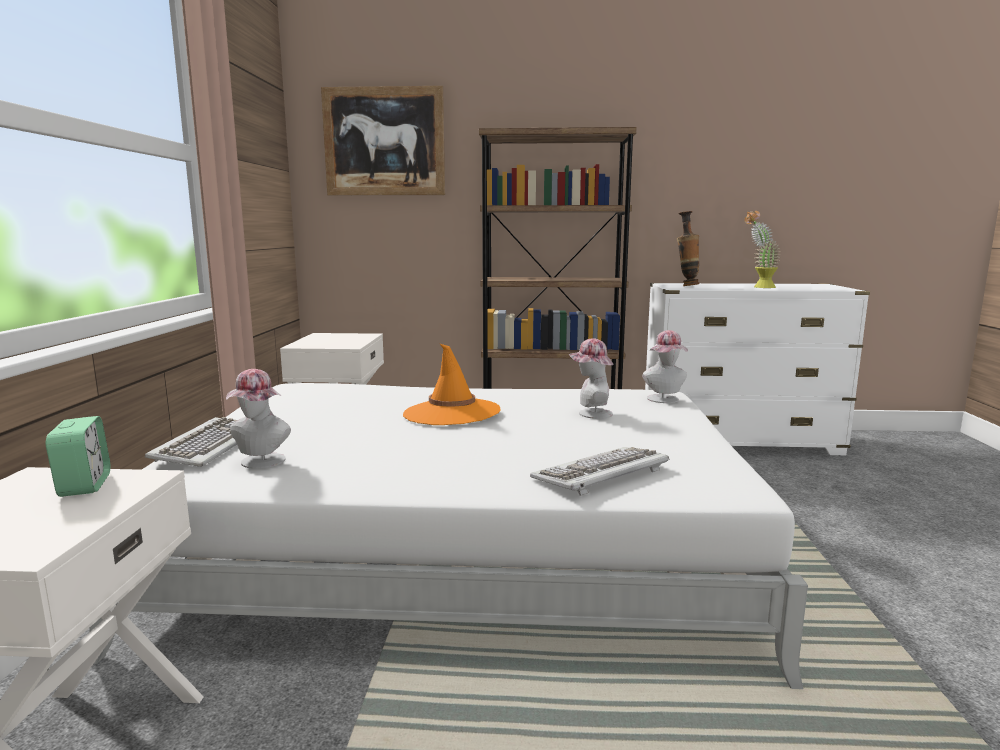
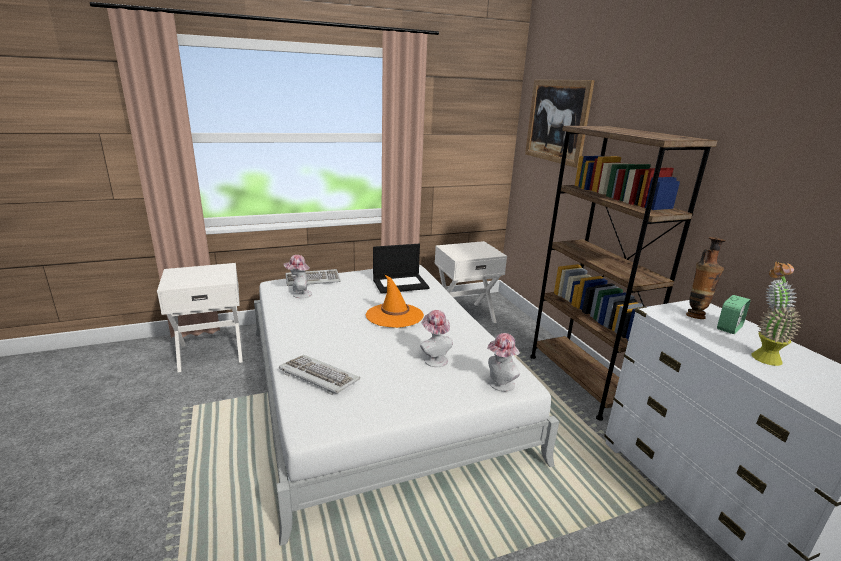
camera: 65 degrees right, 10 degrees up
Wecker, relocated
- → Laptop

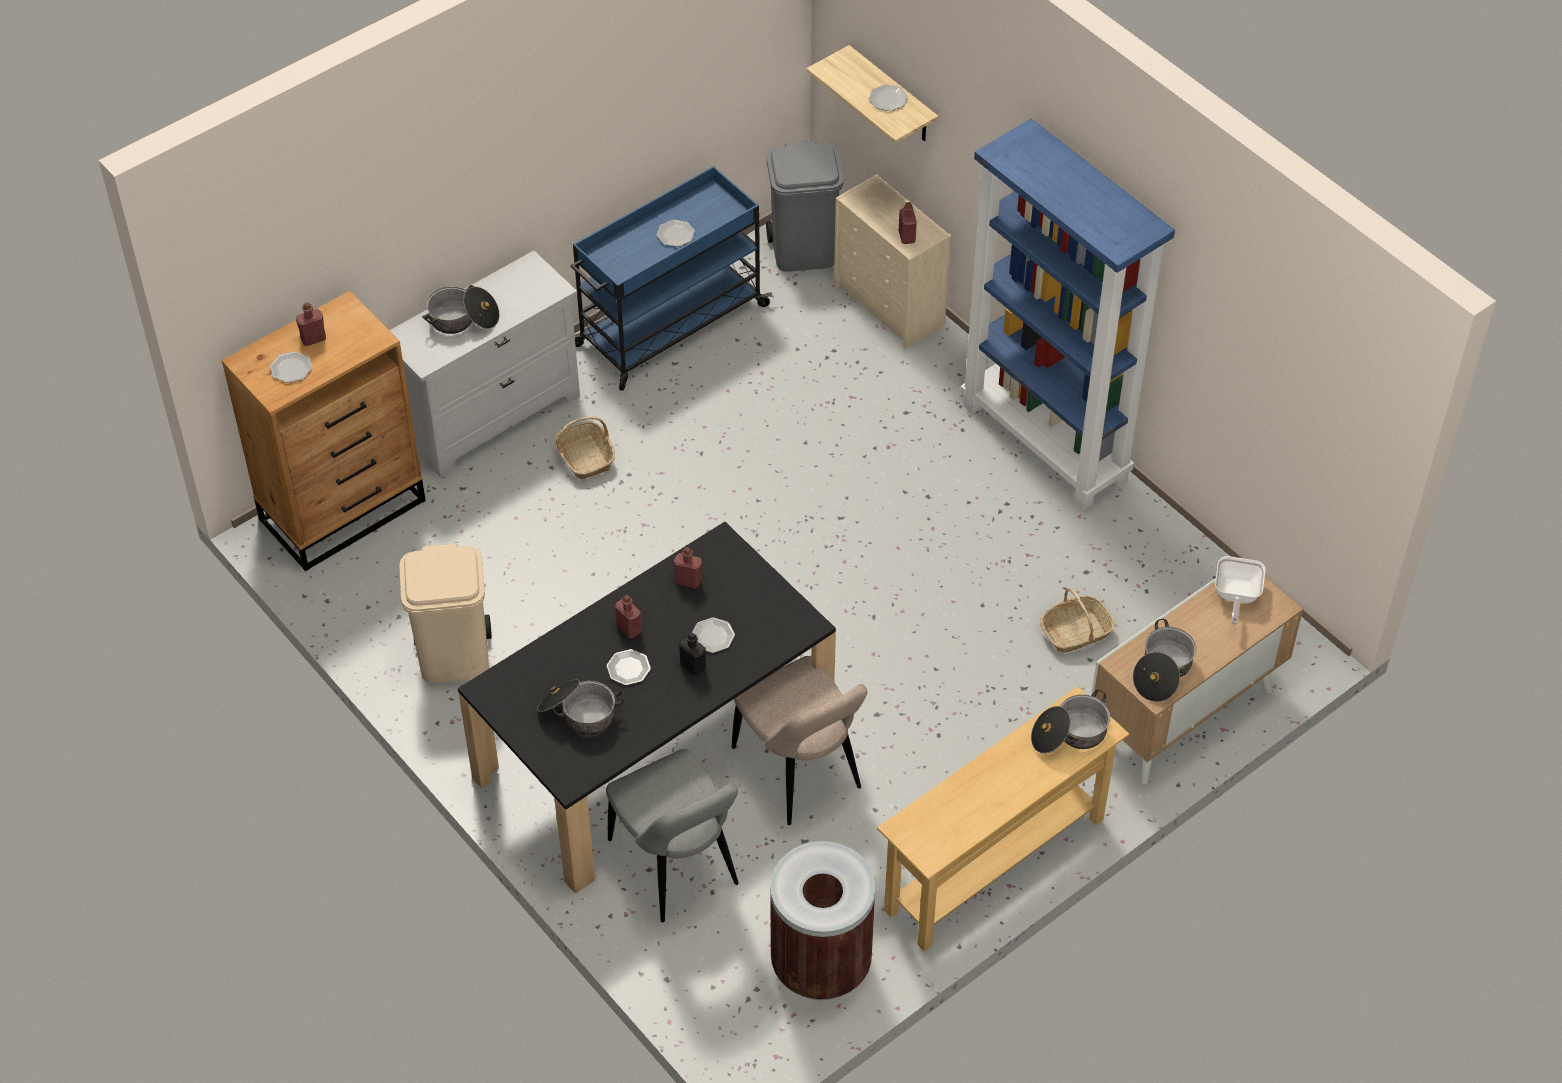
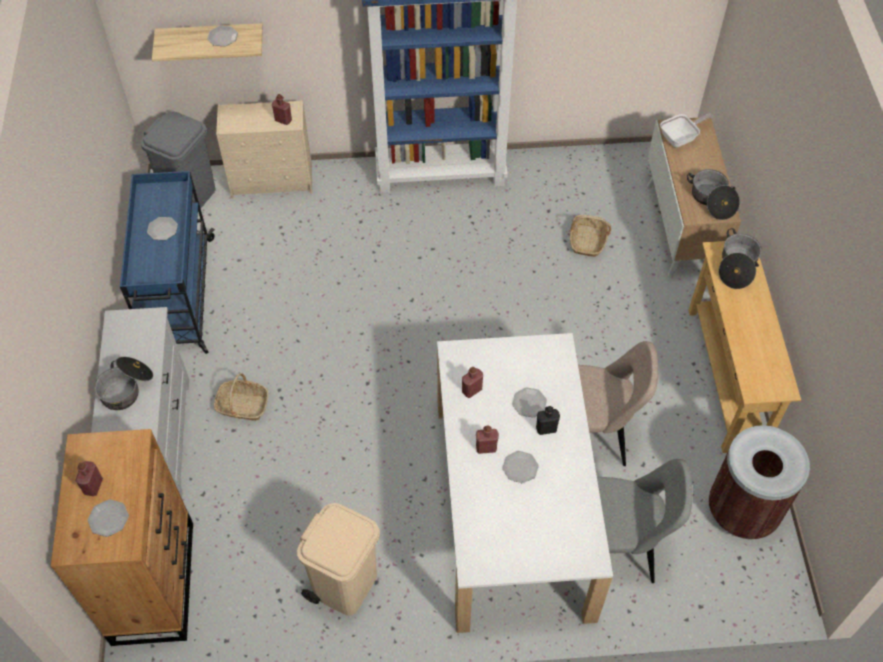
camera: 55 degrees left, 5 degrees up
Esstisch [schwarz] → Esstisch [weiß]
Pfanne, 75 degrees counterclockwise
Kochtopf (no. 2 from left) → -

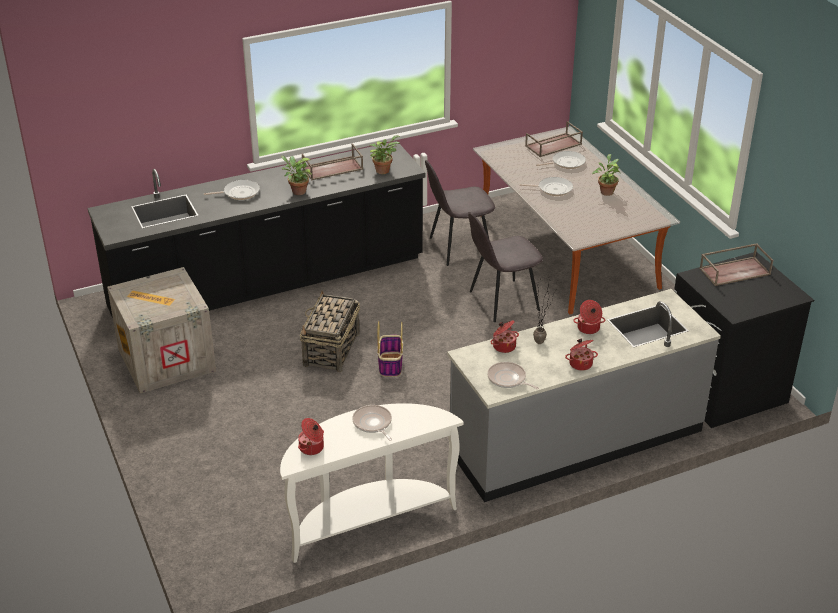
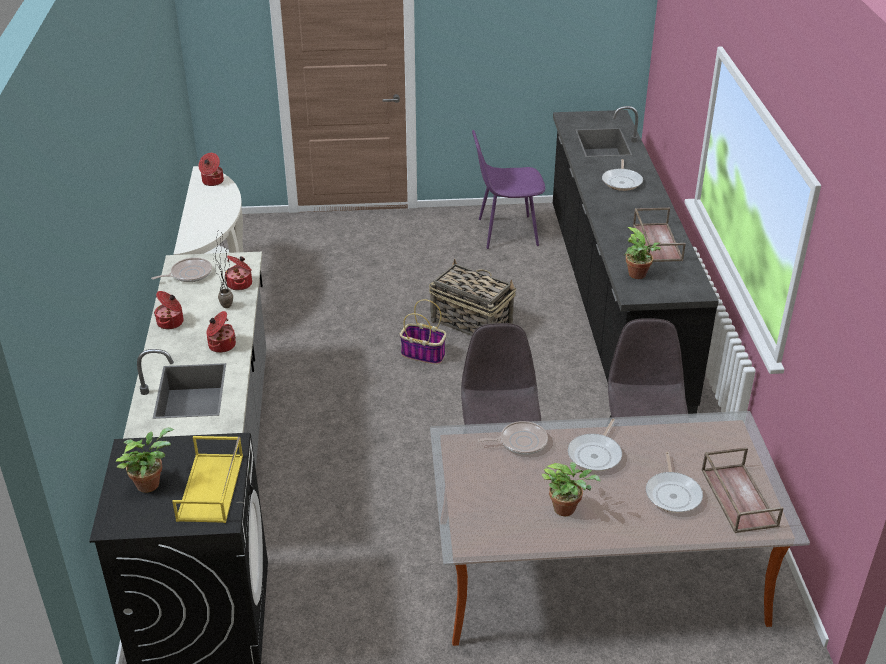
camera: 110 degrees right, 0 degrees up
Topfpflanze (no. 1 from left), relocated
Tablett [braun] (no. 3 from left) → Tablett [gelb]
Kiste → Stuhl [lila]
Pfanne (no. 2 from left), relocated

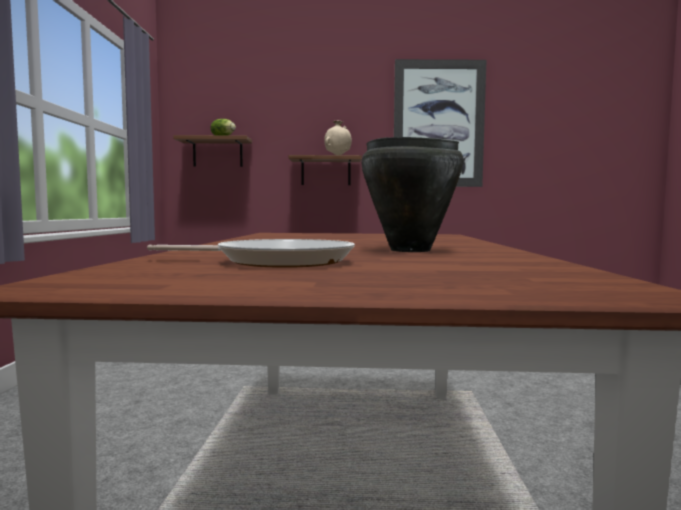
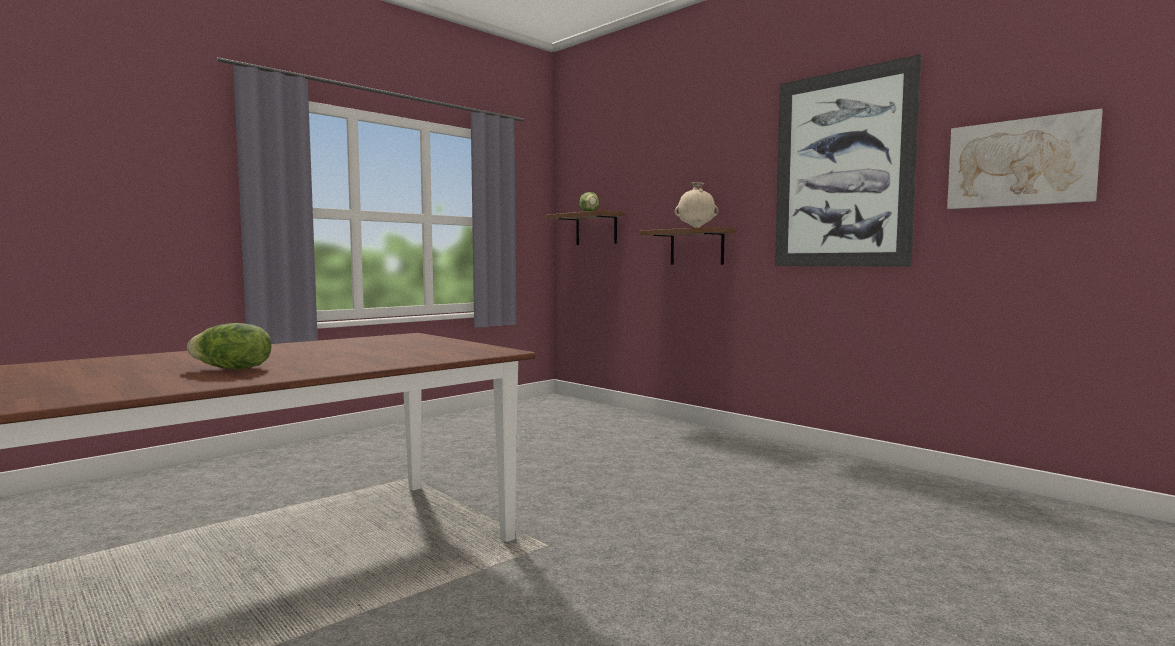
camera: 45 degrees right, 0 degrees up
Kochtopf [schwarz] → Salatkopf (no. 1 from left)
Pfanne → -
- → Bild (no. 2 from left)

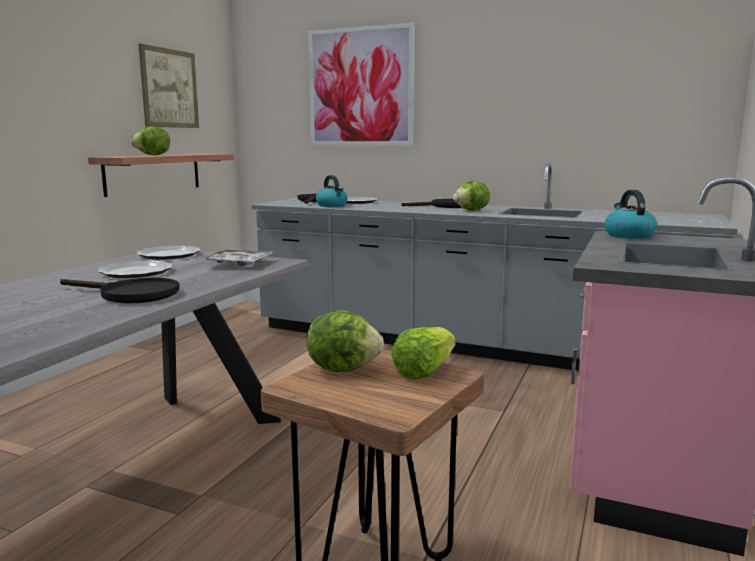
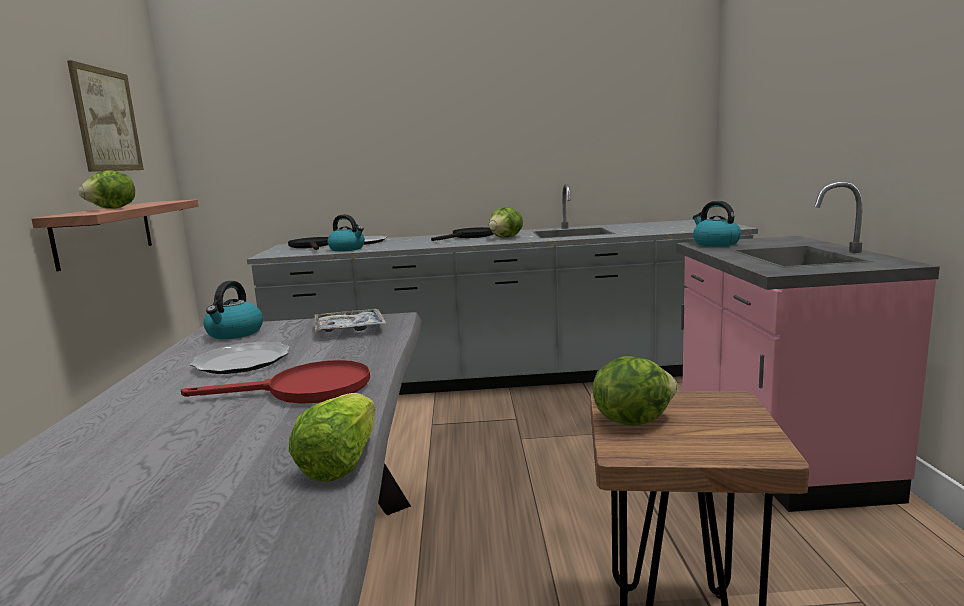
camera: 25 degrees left, 0 degrees up
Bild (no. 2 from left) → -
Teller (no. 2 from left) → Wasserkessel (no. 1 from left)
Pfanne [schwarz] (no. 1 from left) → Pfanne [rot]
Salatkopf (no. 3 from left in the first image) → Salatkopf (no. 2 from left), relocated

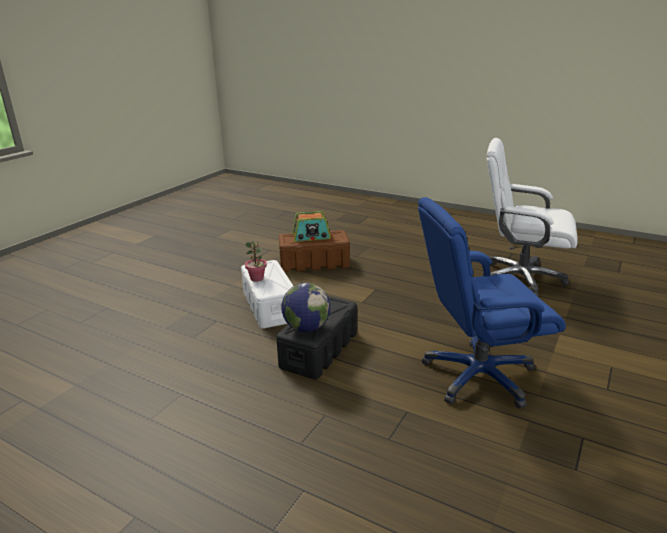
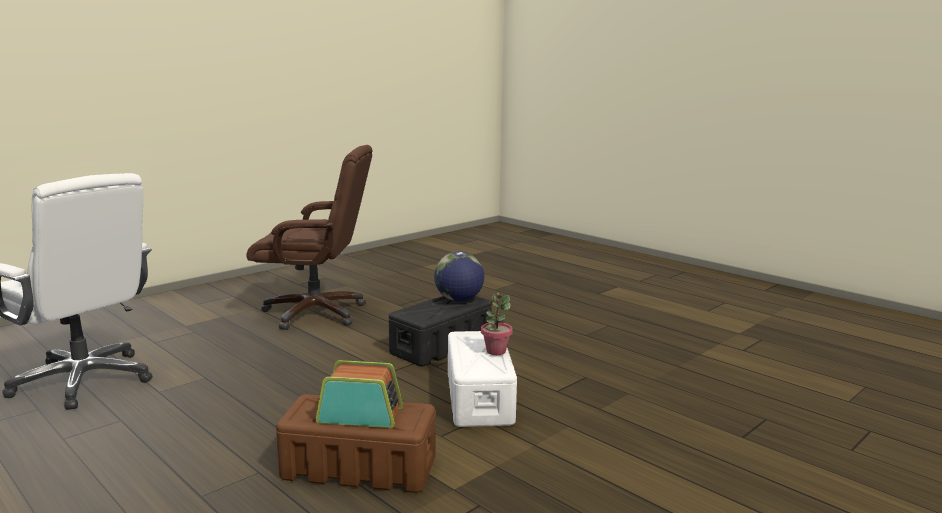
camera: 165 degrees left, 10 degrees down
Bürostuhl [blau] → Bürostuhl [braun]

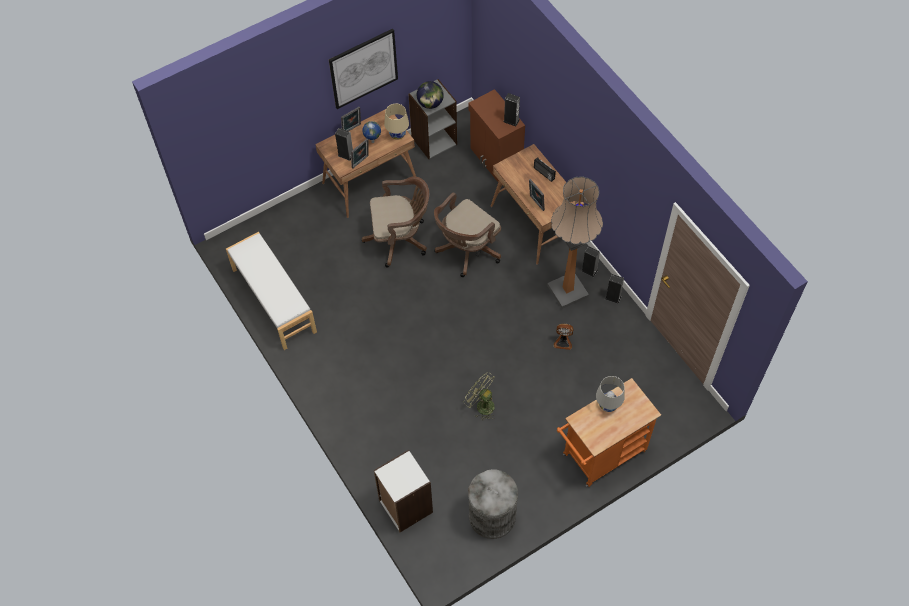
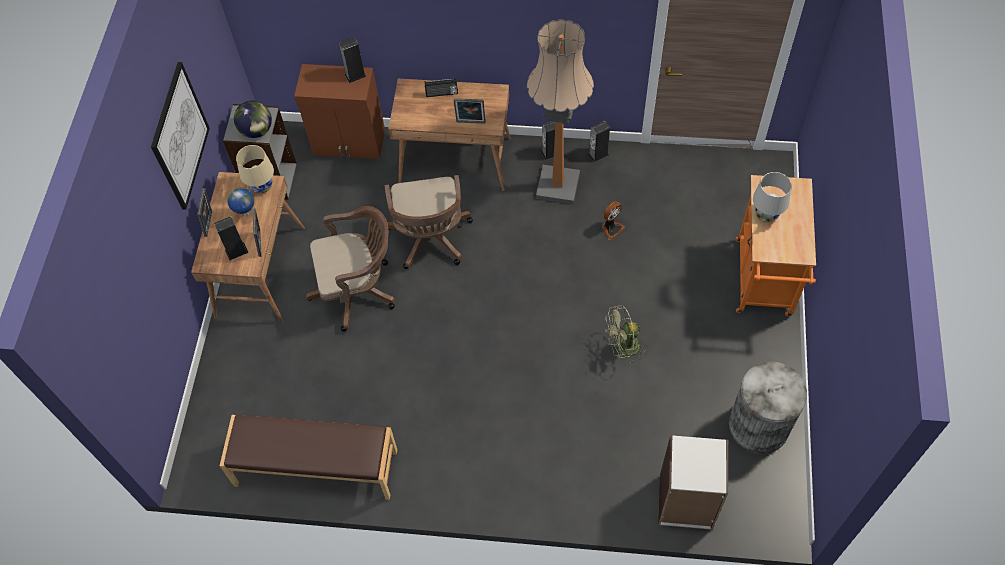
camera: 50 degrees left, 0 degrees up
Bürostuhl [braun] (no. 1 from left), 45 degrees clockwise
Bank [weiß] → Bank [braun]

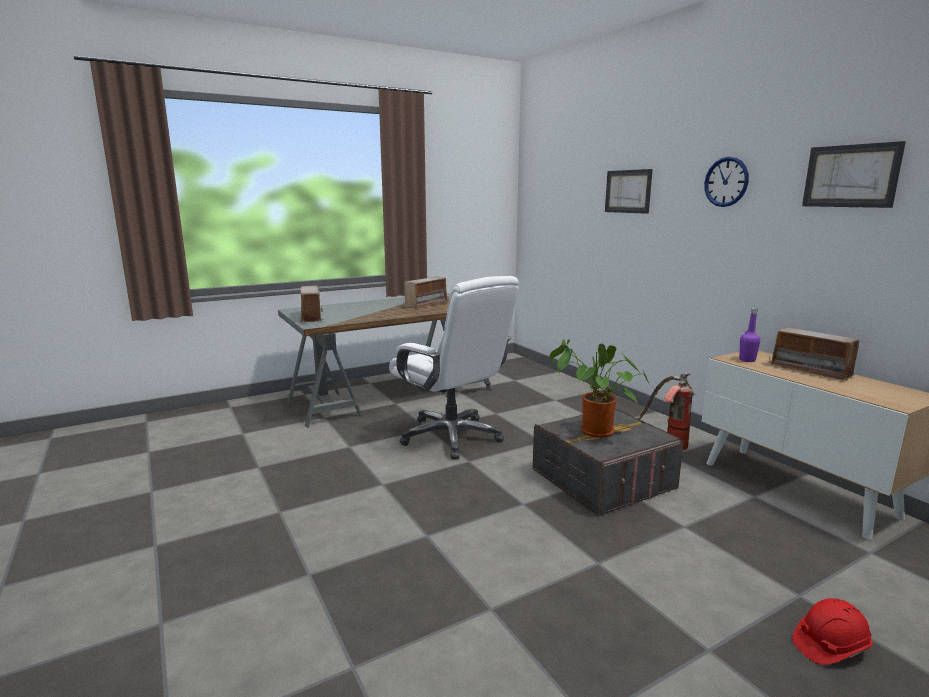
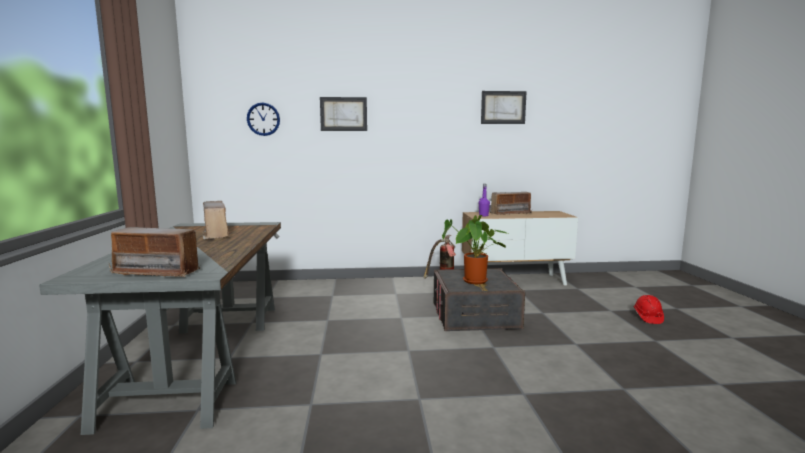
camera: 65 degrees left, 5 degrees down
Wanduhr, relocated
Bürostuhl [weiß] → -

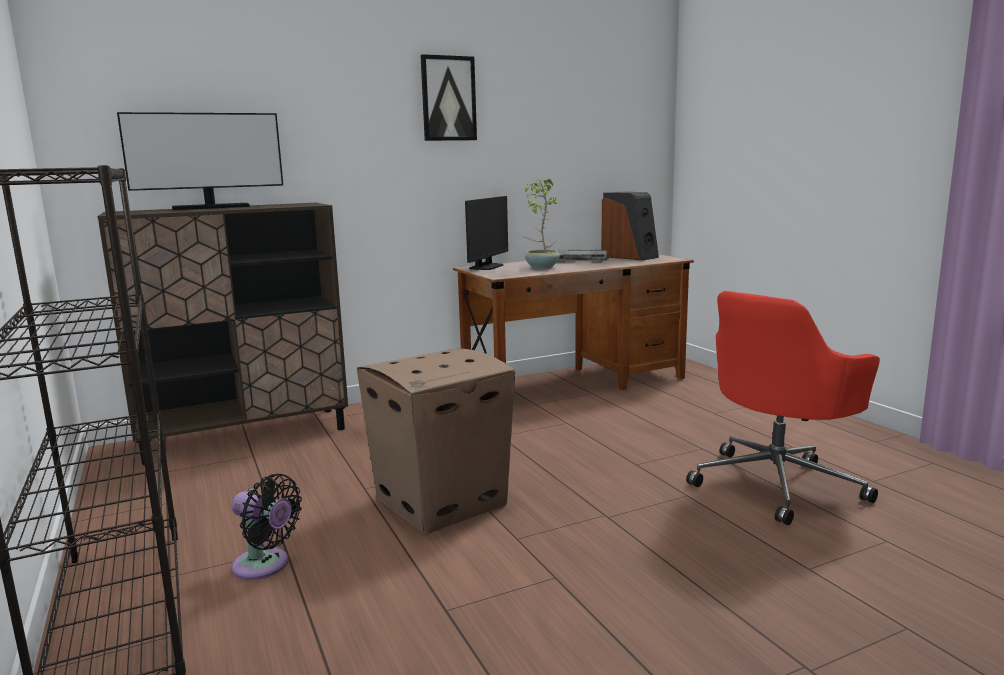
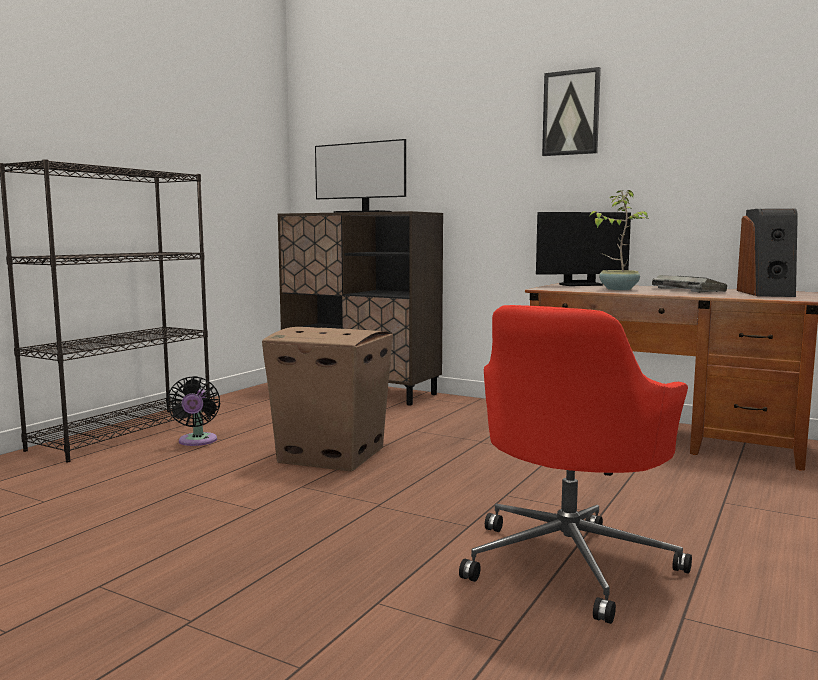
camera: 55 degrees right, 5 degrees down
Bürostuhl [rot], 75 degrees counterclockwise

